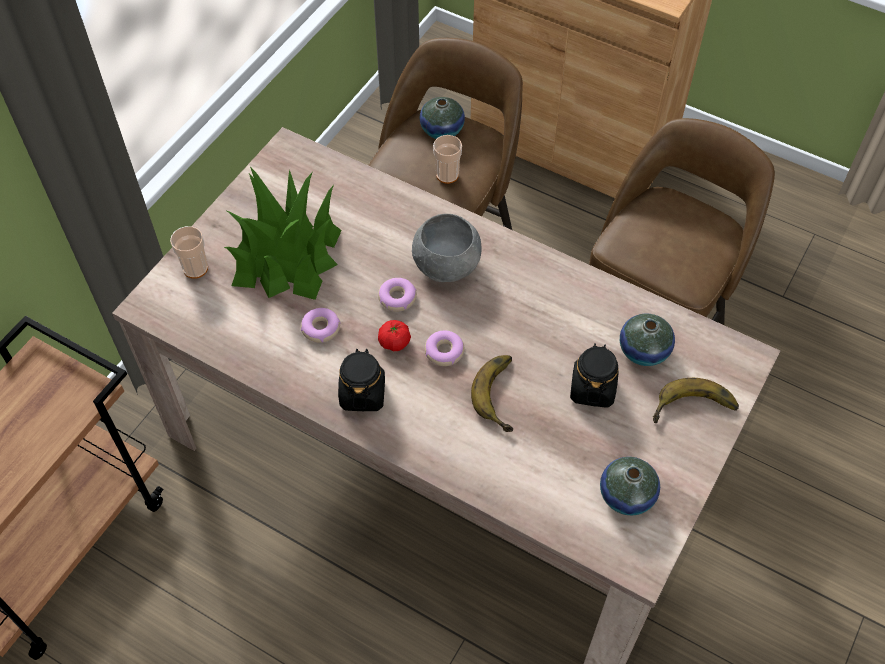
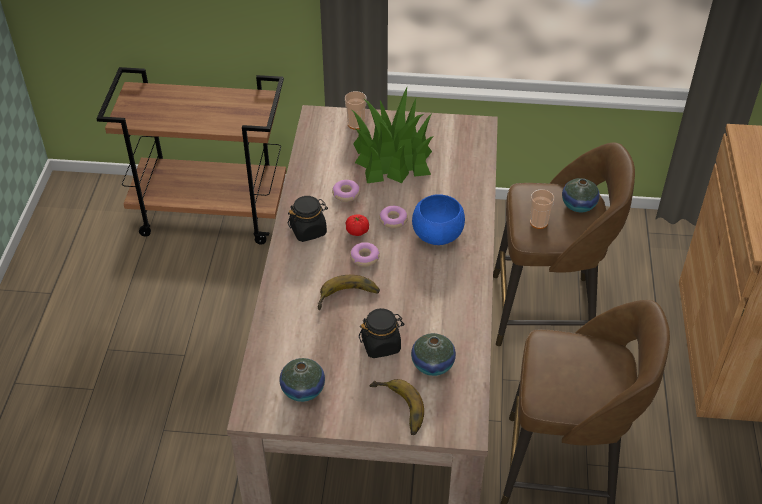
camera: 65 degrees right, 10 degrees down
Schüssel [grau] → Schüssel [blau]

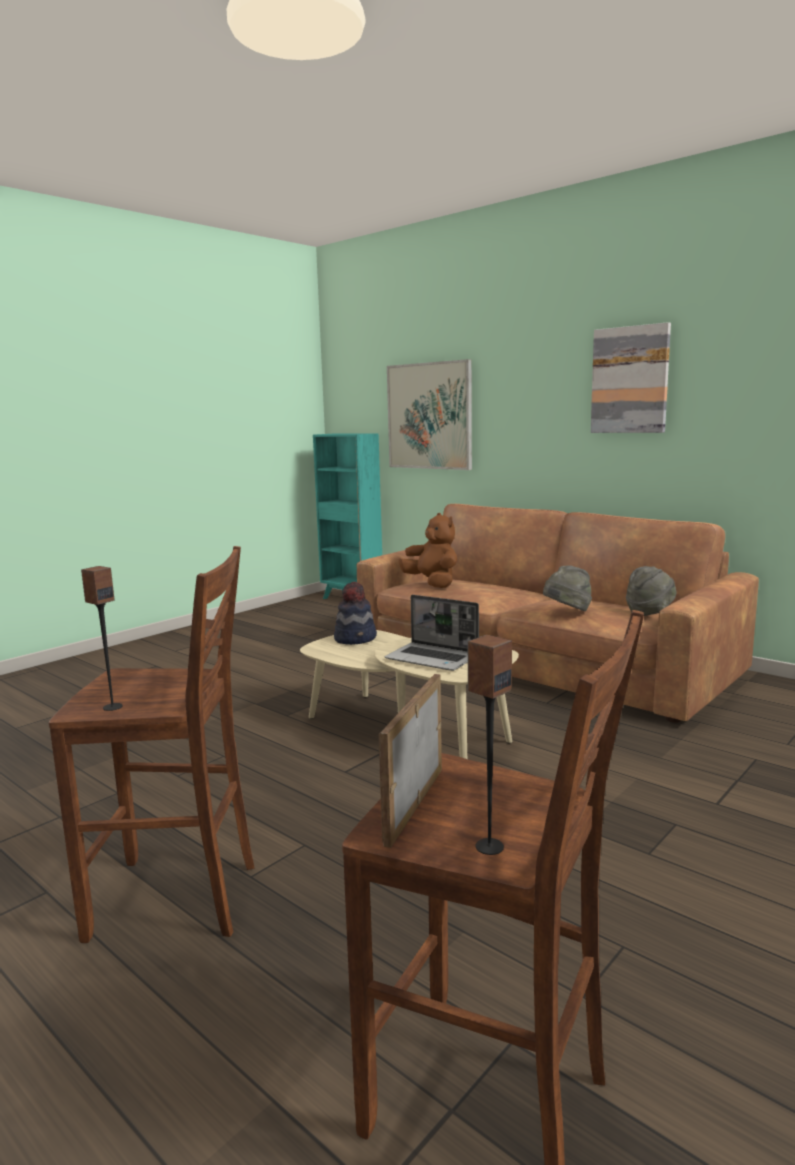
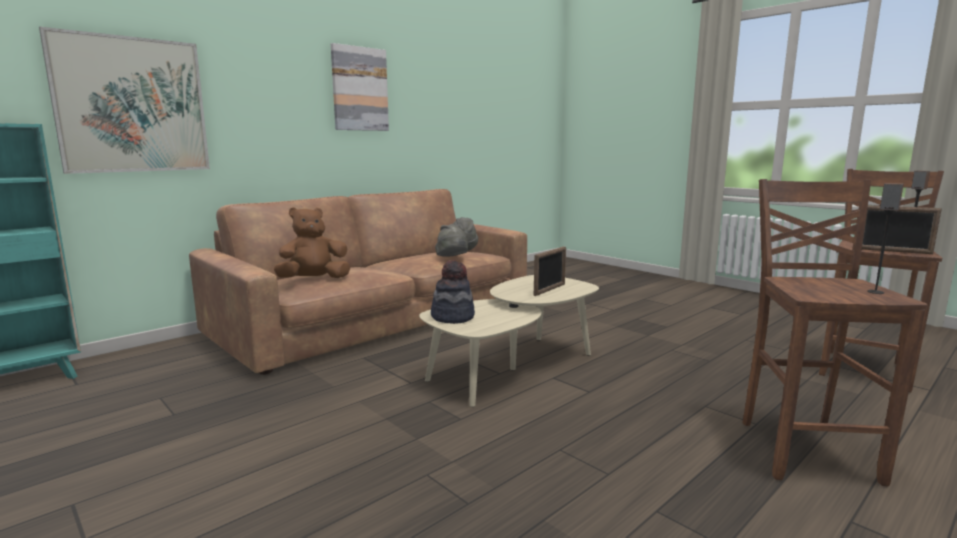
camera: 85 degrees left, 0 degrees up
Laptop → Bilderrahmen (no. 1 from left)

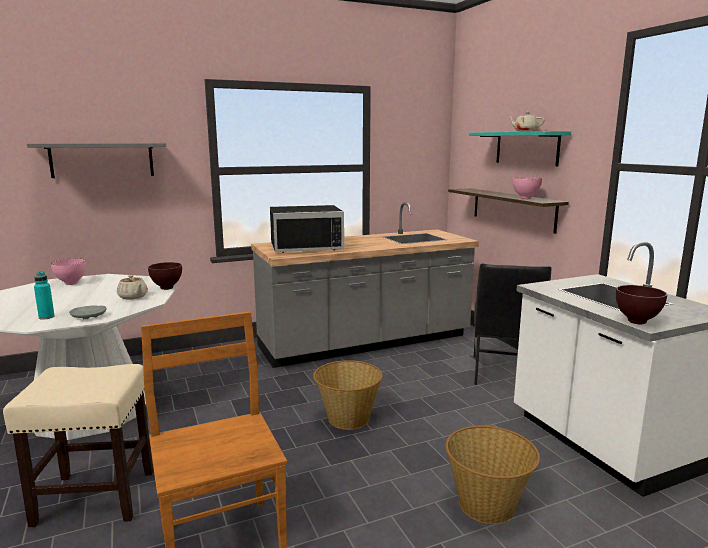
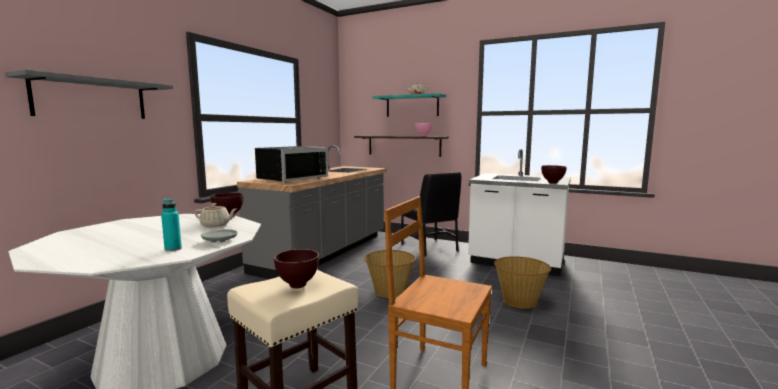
camera: 40 degrees left, 5 degrees down
Schüssel [rosa] (no. 1 from left) → -
- → Schüssel [braun] (no. 2 from left)

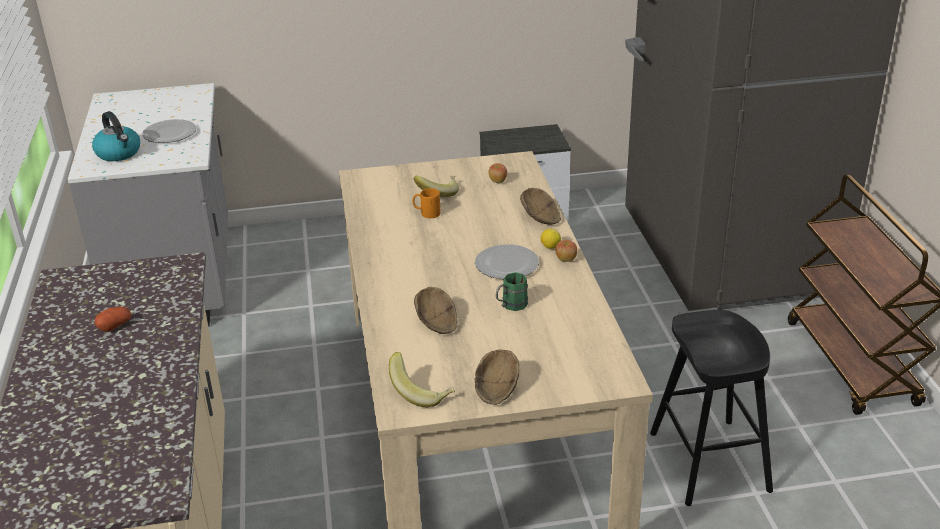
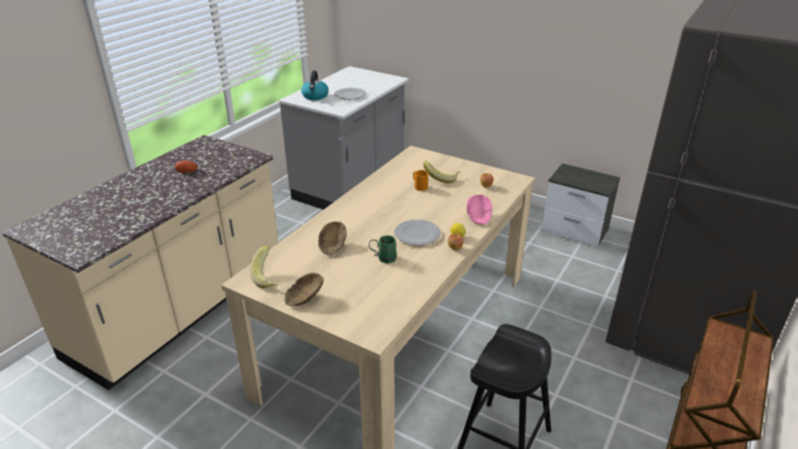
camera: 40 degrees right, 0 degrees up
Schüssel [braun] (no. 3 from left) → Schüssel [rosa]

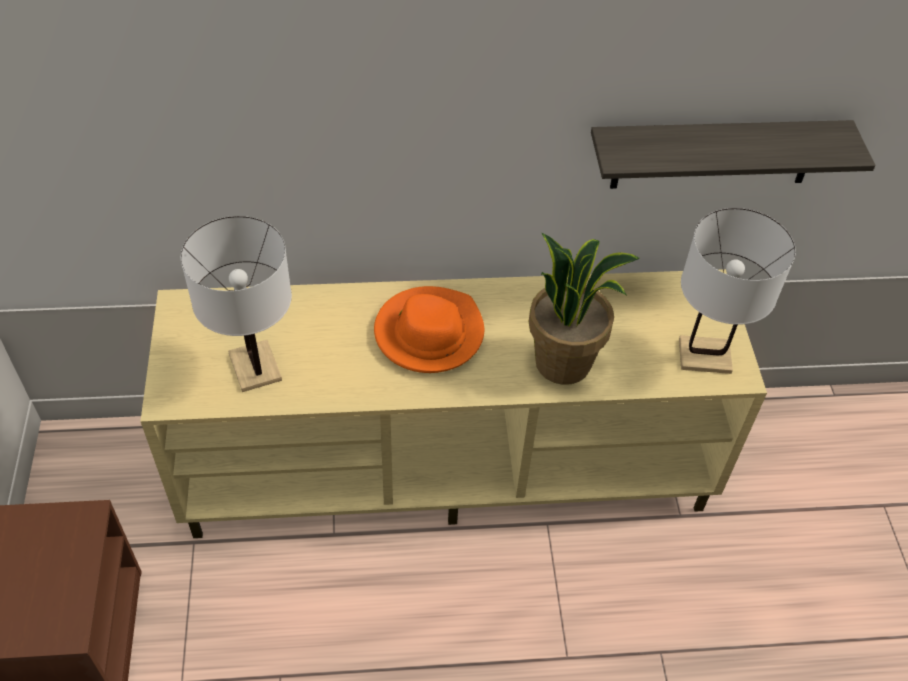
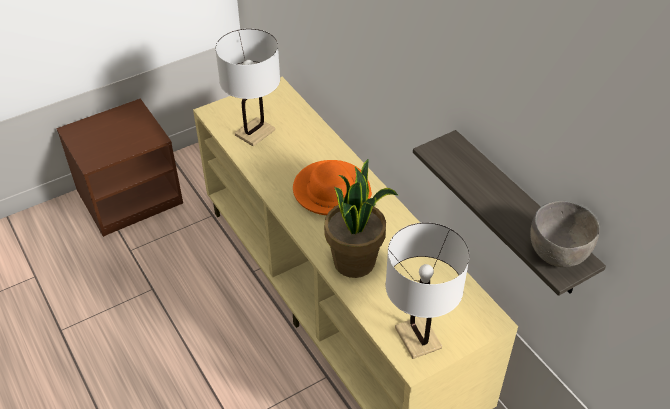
camera: 65 degrees right, 5 degrees down
- → Schüssel [grau]

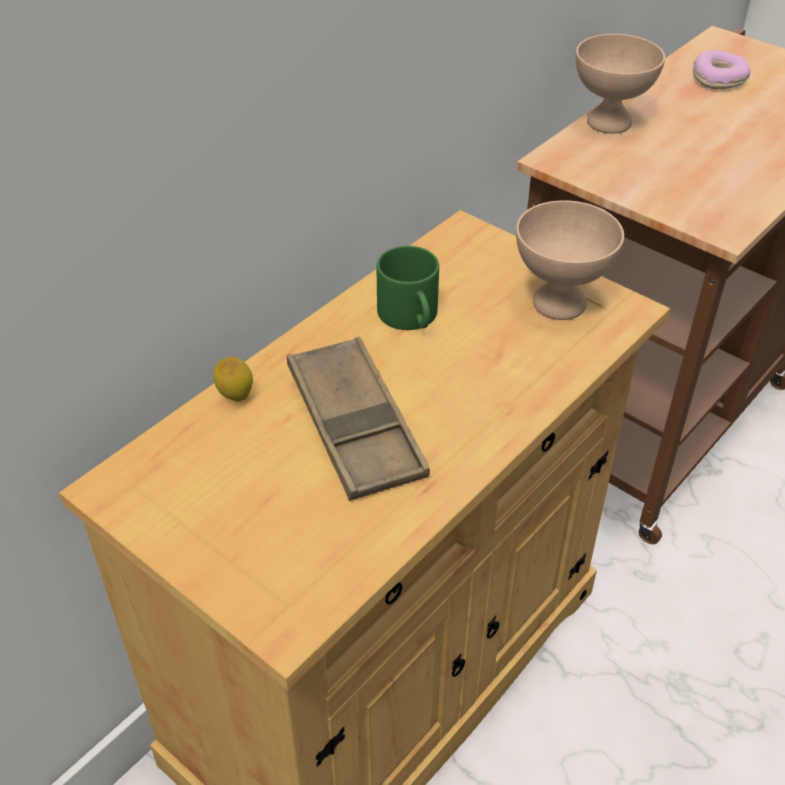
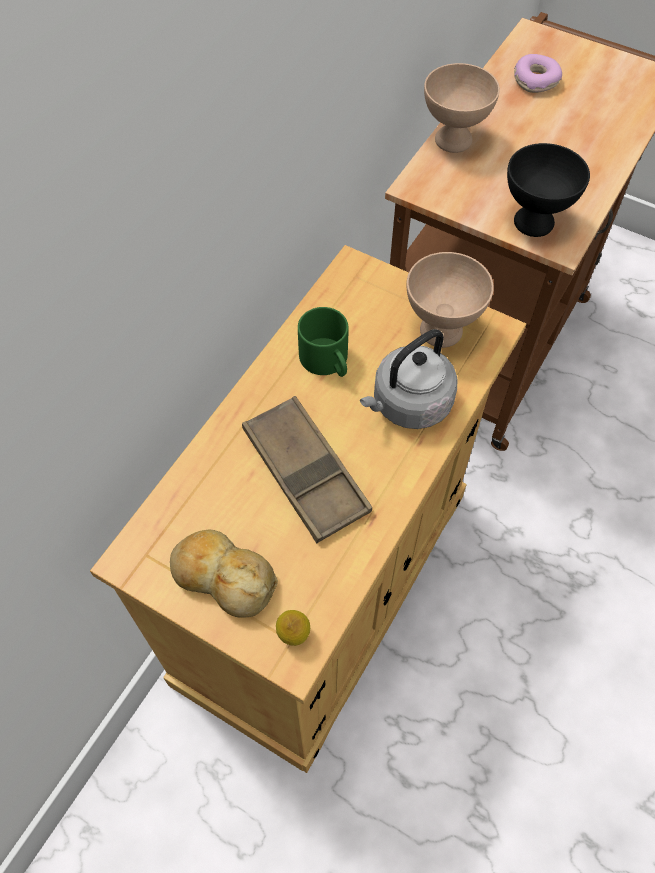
camera: 10 degrees left, 15 degrees up
Zitrone, relocated
- → Schüssel [schwarz]
- → Wasserkessel [grau]
- → Brot

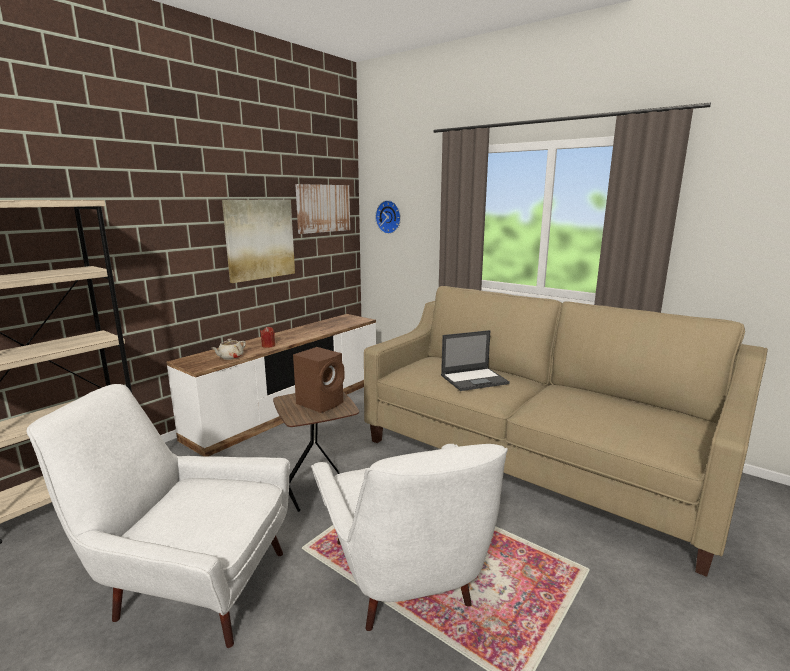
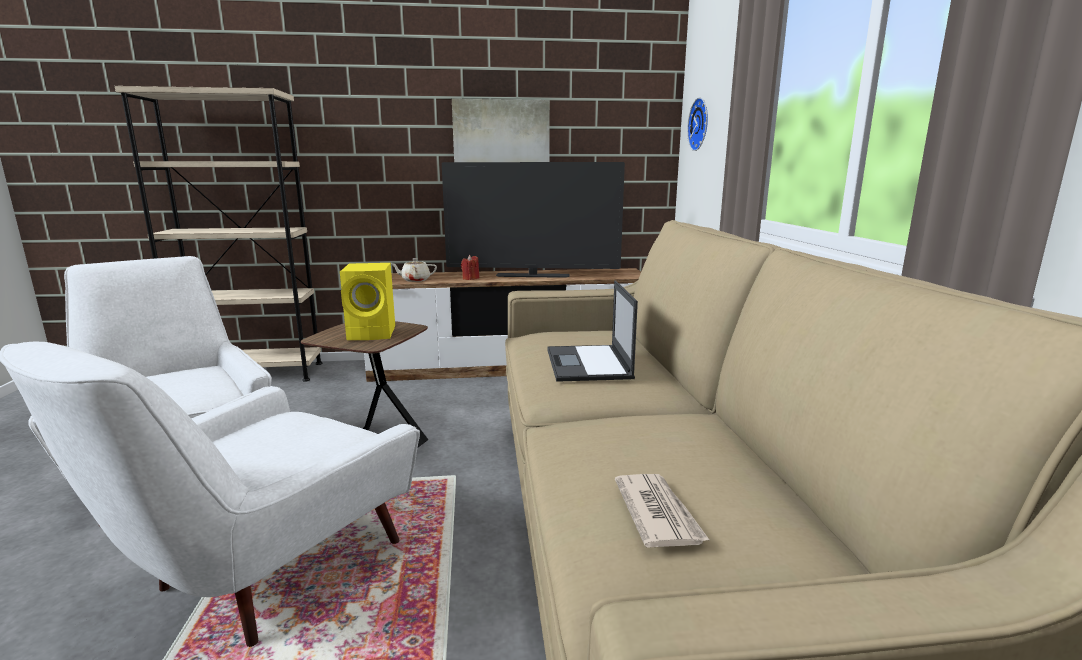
camera: 45 degrees right, 0 degrees up
Bild (no. 2 from left) → -
Laptop, 60 degrees clockwise
Lautsprecher [braun] → Lautsprecher [gelb]
- → Fernseher
- → Zeitung

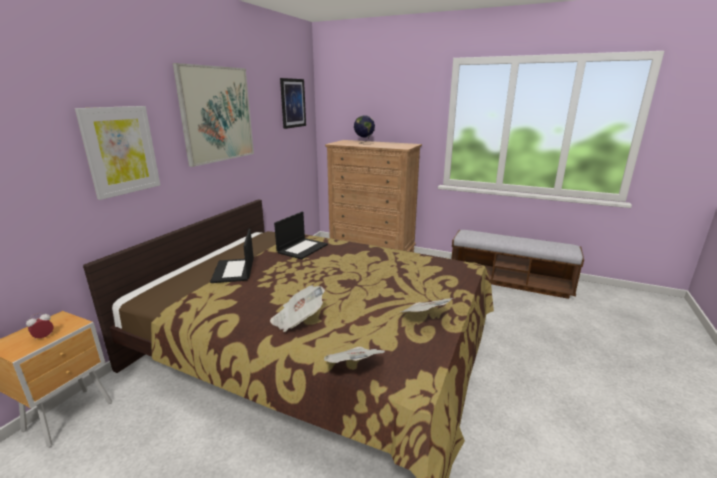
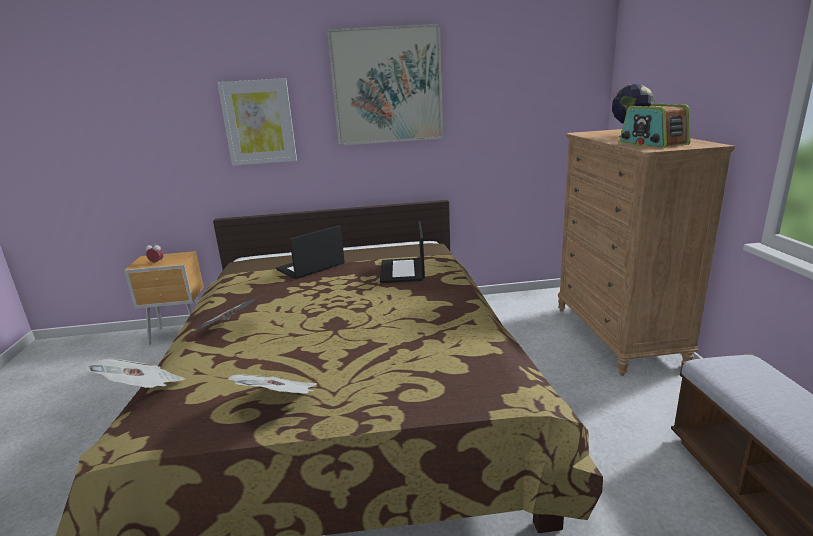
camera: 60 degrees right, 0 degrees up
Bild (no. 3 from left) → -
Laptop (no. 2 from left), 90 degrees clockwise
- → Radio

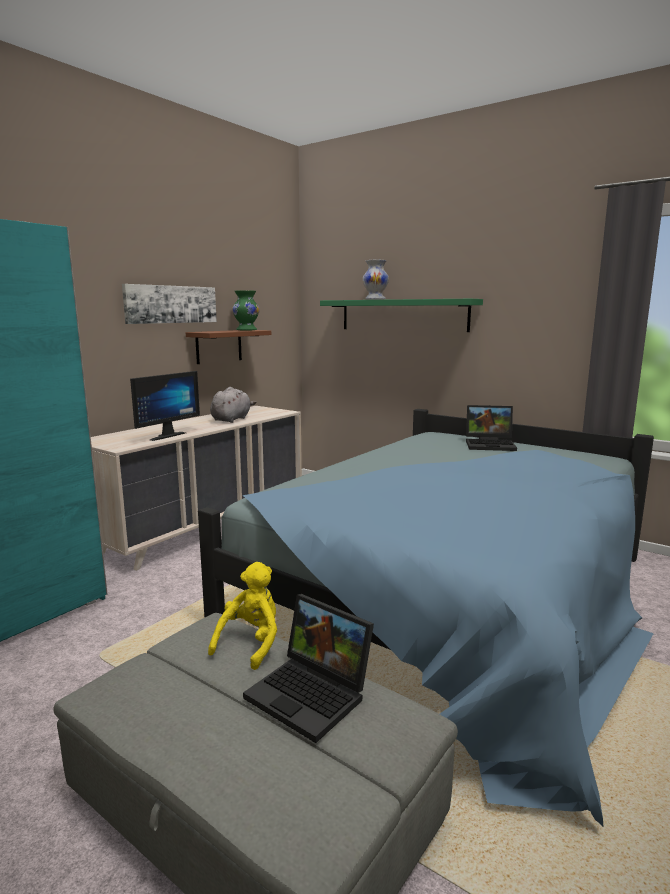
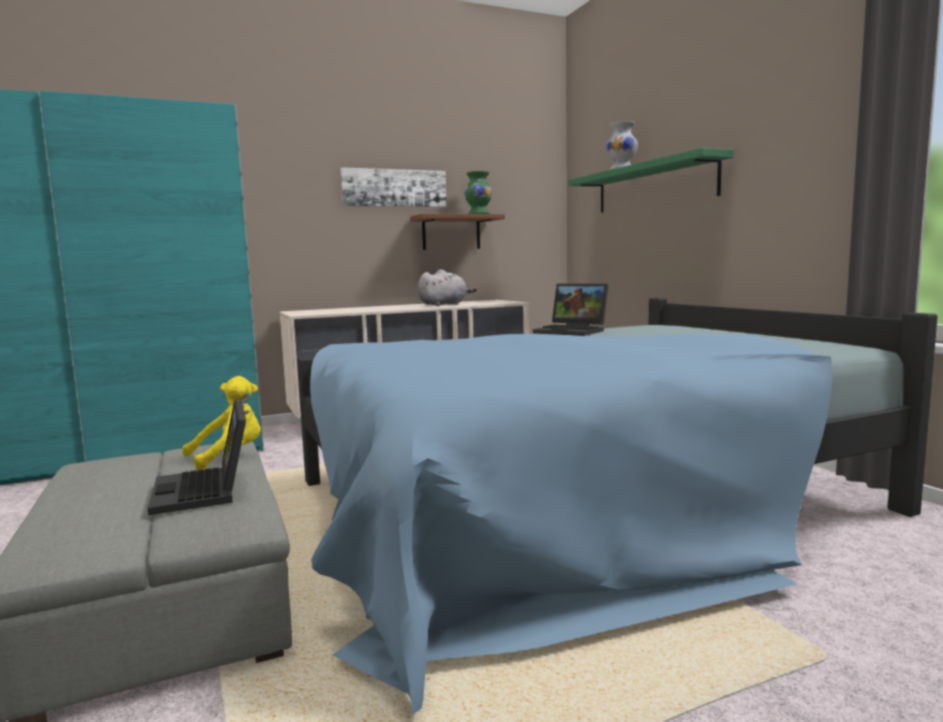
camera: 30 degrees right, 5 degrees down
Monitor → -
Laptop (no. 2 from left), relocated

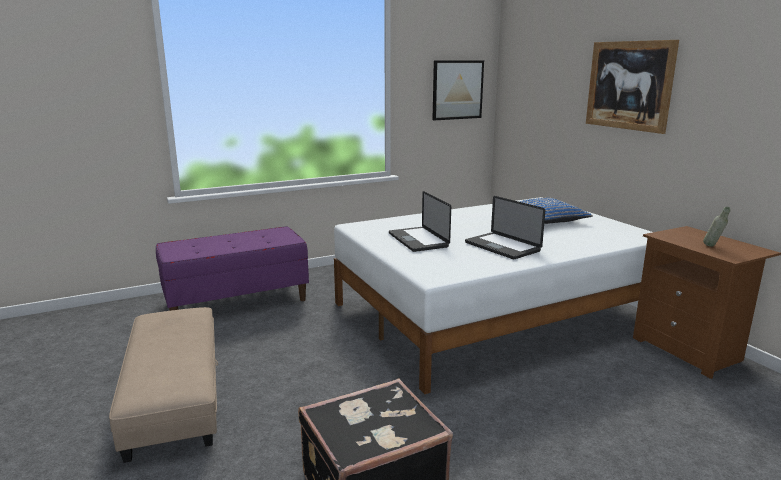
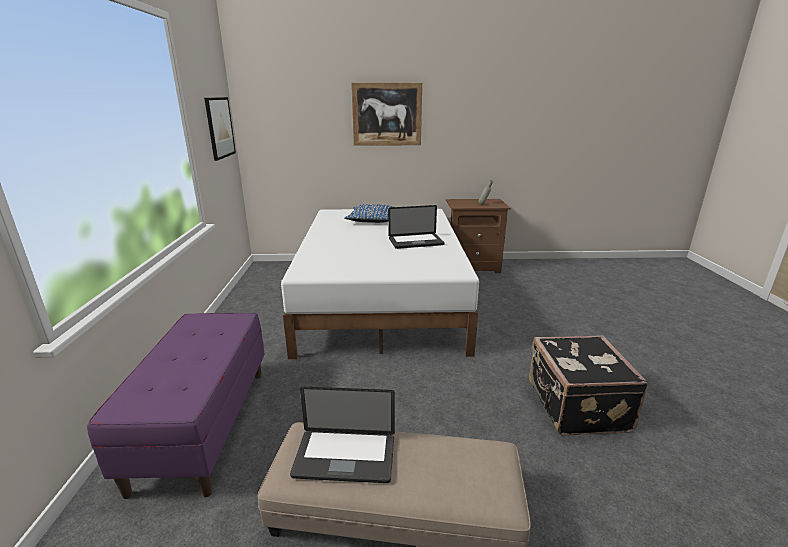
camera: 65 degrees left, 5 degrees up
Laptop (no. 1 from left), relocated

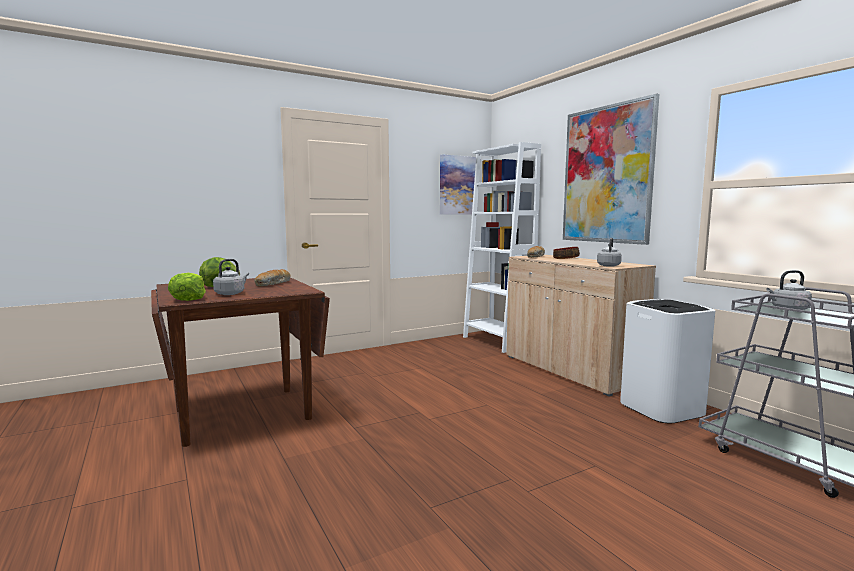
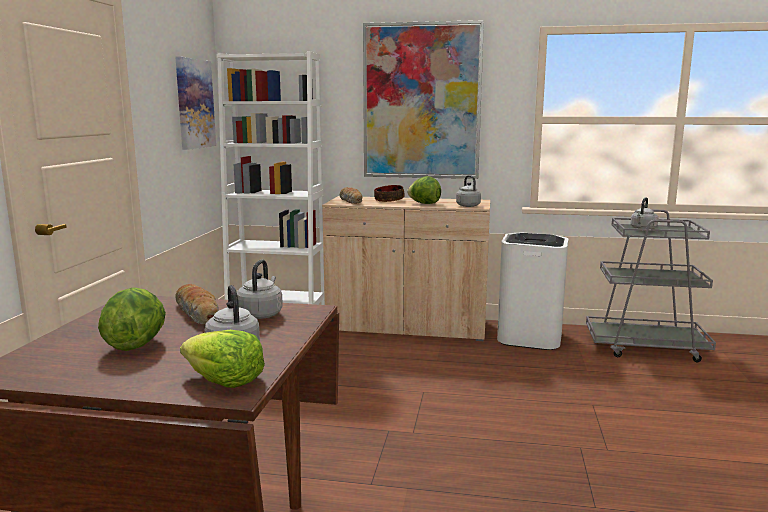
camera: 50 degrees left, 5 degrees up
- → Salatkopf (no. 3 from left)
- → Wasserkessel [grau] (no. 2 from left)

